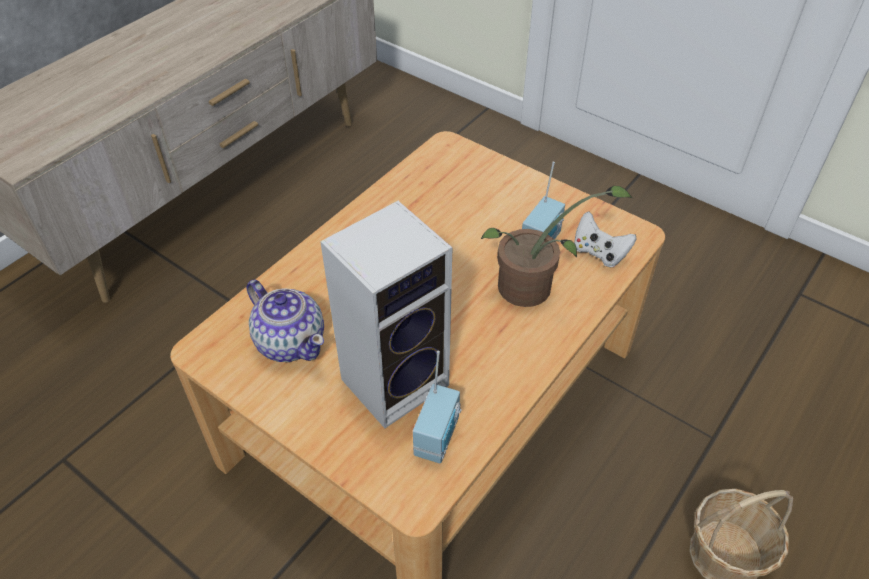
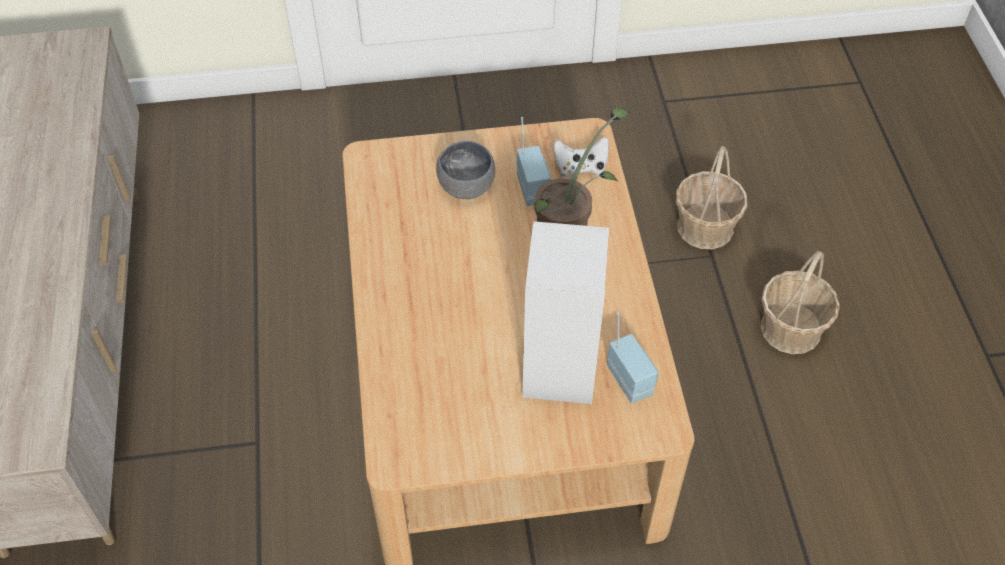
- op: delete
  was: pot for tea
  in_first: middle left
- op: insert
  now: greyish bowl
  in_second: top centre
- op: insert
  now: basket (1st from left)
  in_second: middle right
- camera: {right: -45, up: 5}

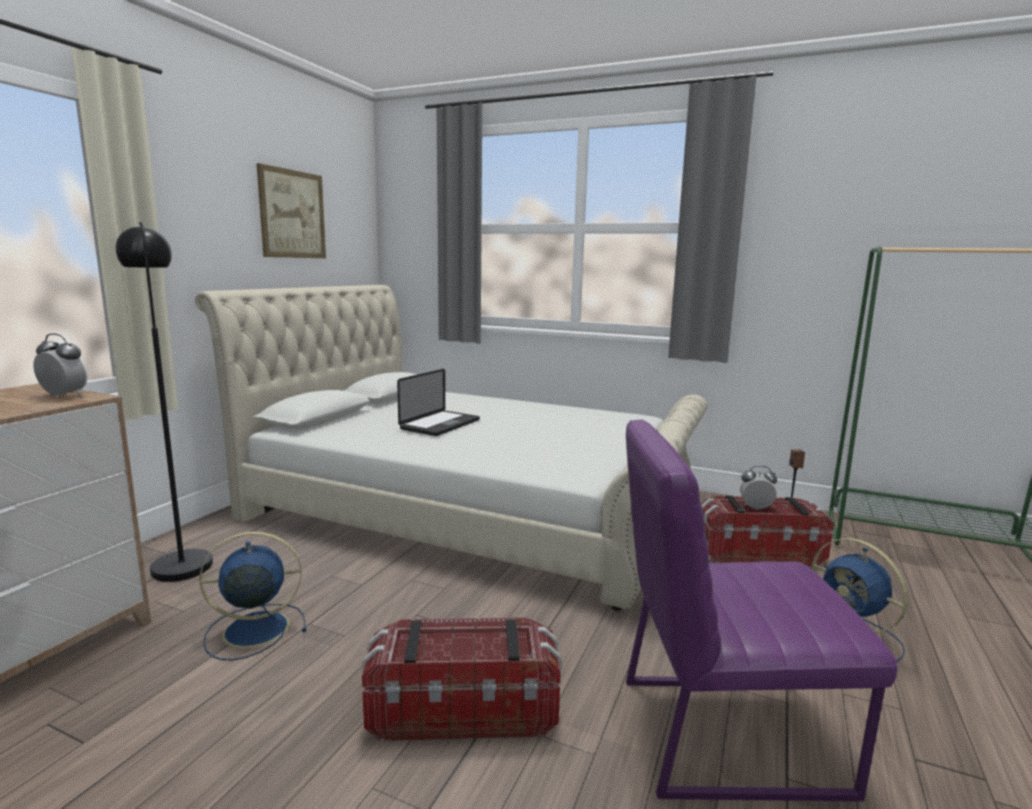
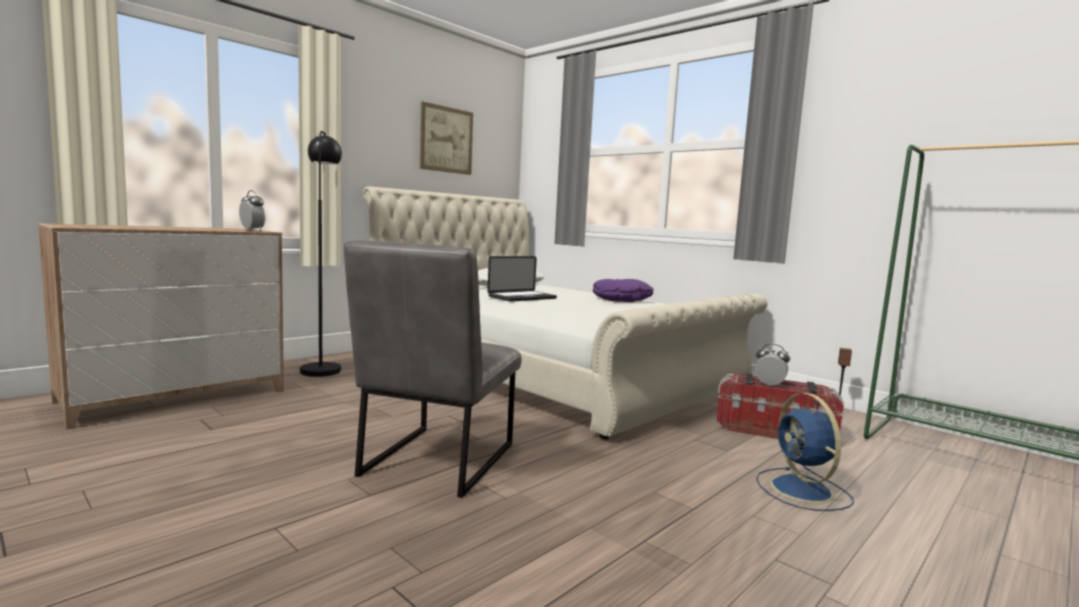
- op: delete
  was: purplish upright chair
  in_first: bottom right
- op: delete
  was: blue-coloured cooling fan (1st from left)
  in_first: bottom left
- op: replace
  was: storage bin (1st from left)
  now: greyish upright chair
  in_first: bottom centre
  in_second: centre
- op: insert
  now: purplish pillow
  in_second: centre
- camera: {right: 20, up: -5}

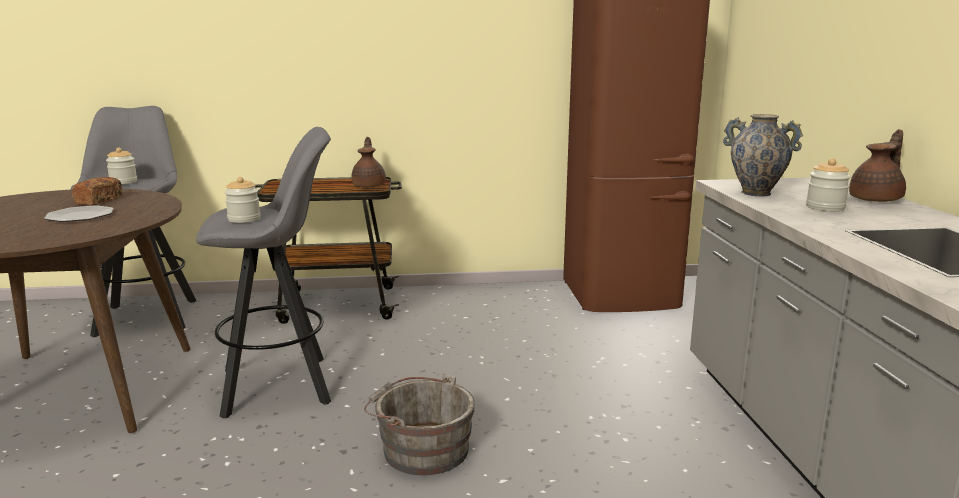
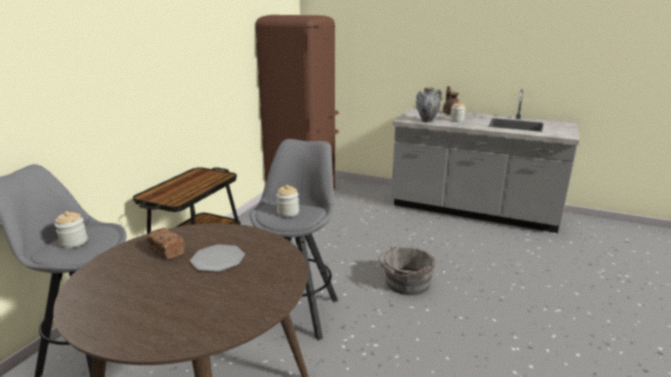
- op: delete
  was: brownish pot for tea (1st from left)
  in_first: top centre
- camera: {right: -60, up: 5}

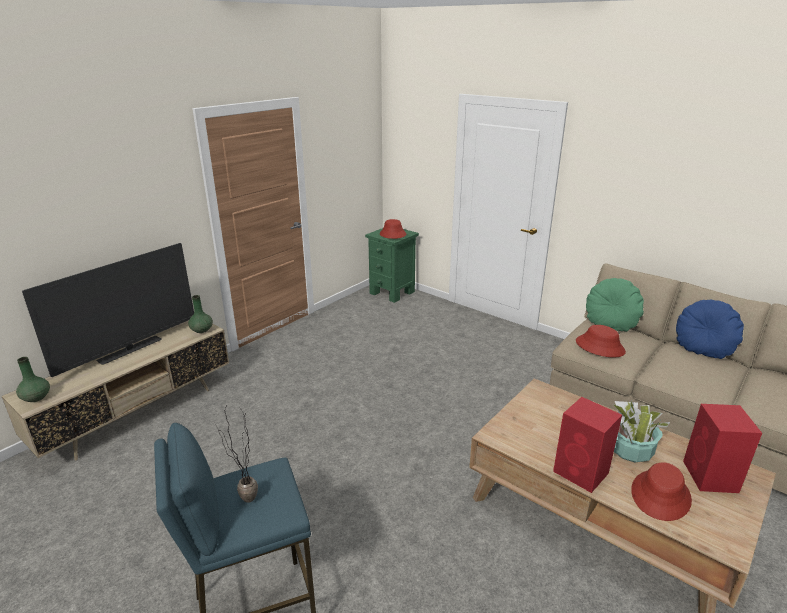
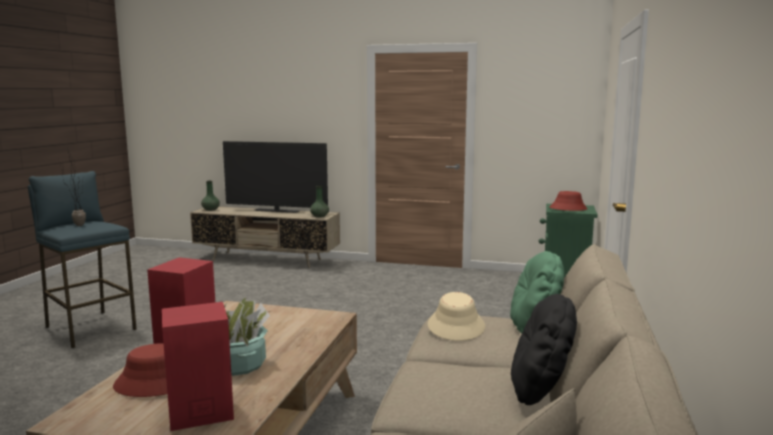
- op: recolor
  was: blue-coloured pillow
  now: blackish pillow
  in_first: middle right
  in_second: bottom right
- op: recolor
  was: red-coloured clothing hat (2nd from left)
  now: beige clothing hat
  in_first: middle right
  in_second: bottom centre
- camera: {right: 65, up: -15}

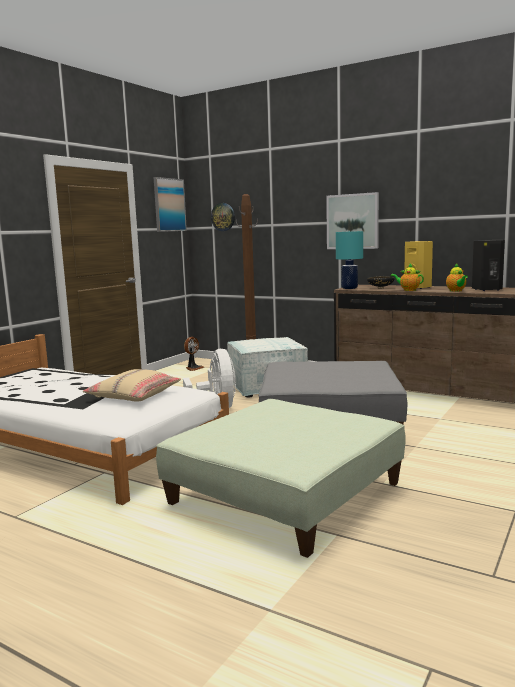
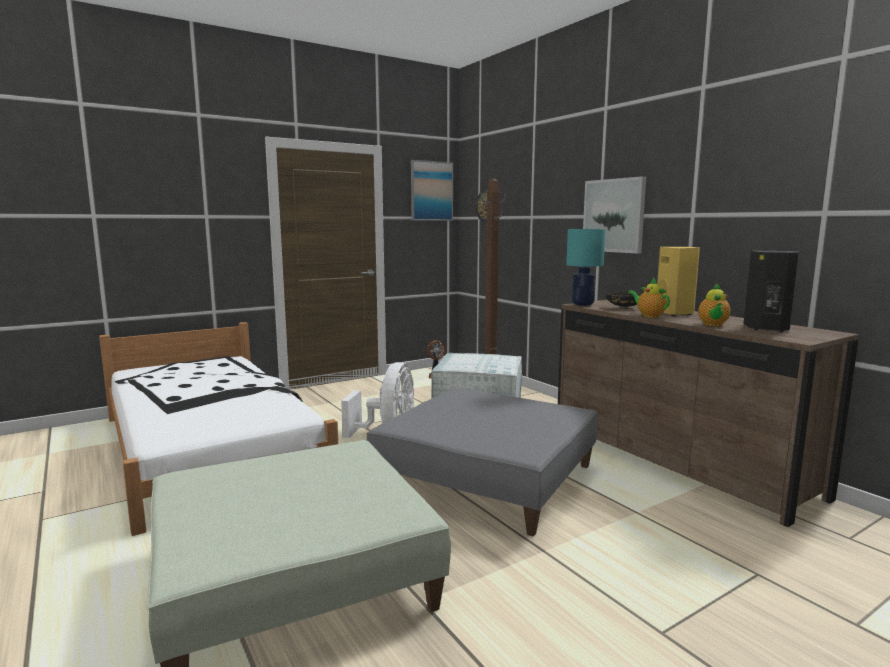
- op: delete
  was: beige pillow
  in_first: middle left
- camera: {right: 25, up: 0}

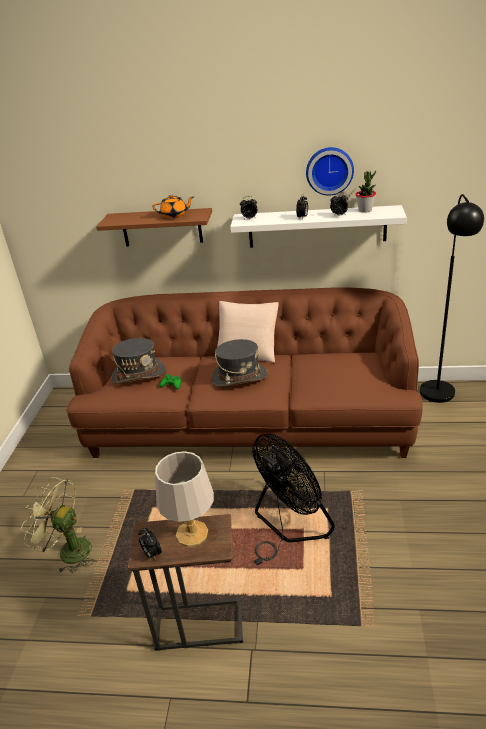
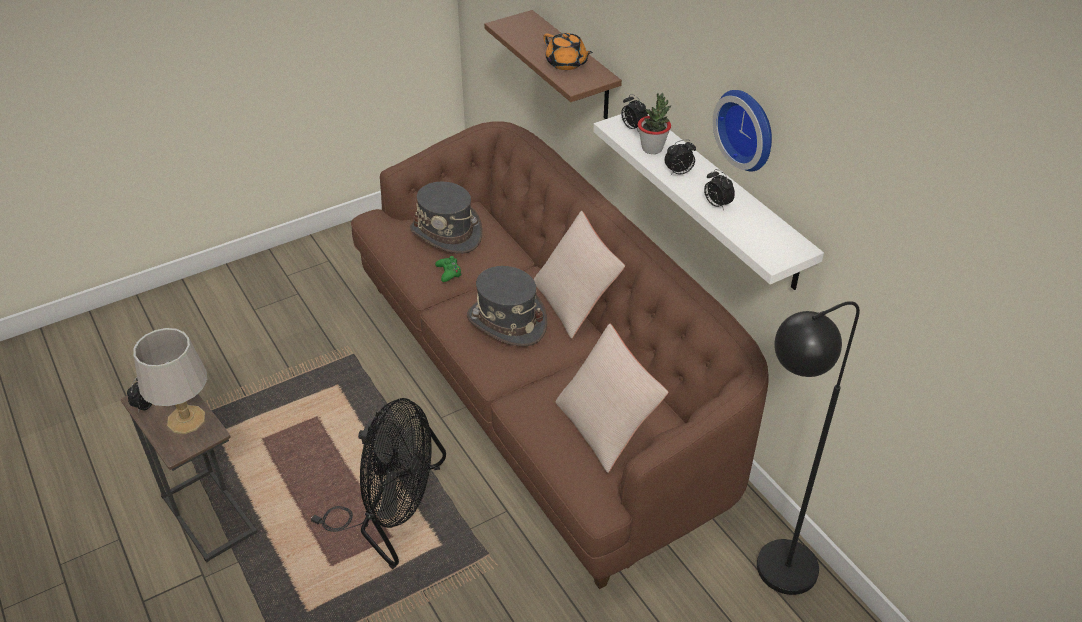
- op: move
  was: houseplant
  in_first: top right
  in_second: top centre
- op: delete
  was: green-coloured cooling fan
  in_first: bottom left
- op: insert
  now: beige pillow (2nd from left)
  in_second: centre
- camera: {right: 50, up: 10}

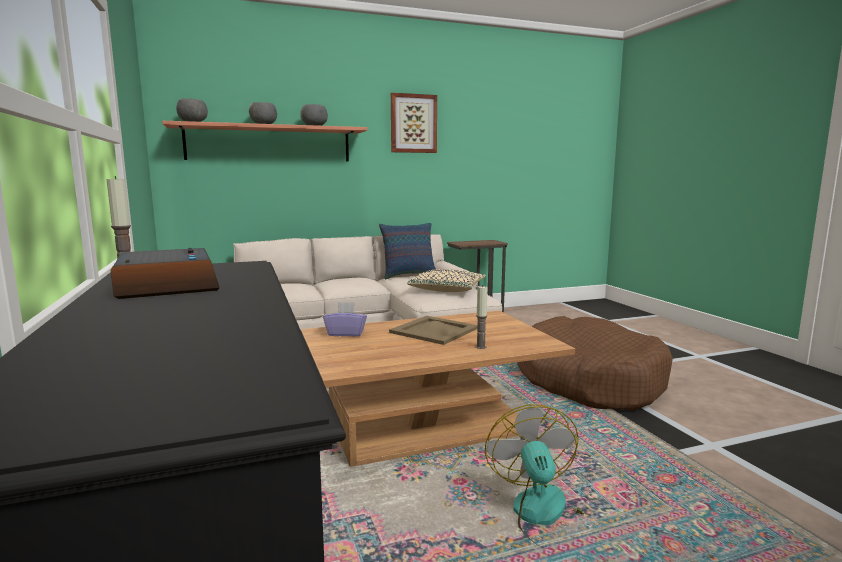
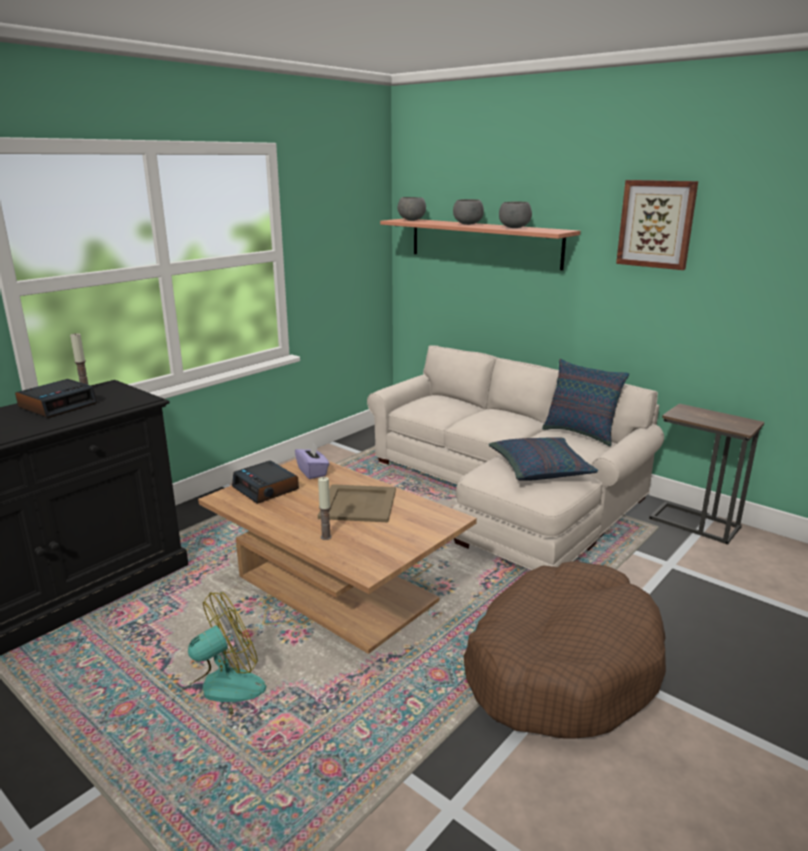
- op: recolor
  was: beige pillow
  now: blue-coloured pillow (1st from left)
  in_first: centre
  in_second: middle right
- op: insert
  now: alarm clock (2nd from left)
  in_second: middle left
- camera: {right: 60, up: 10}

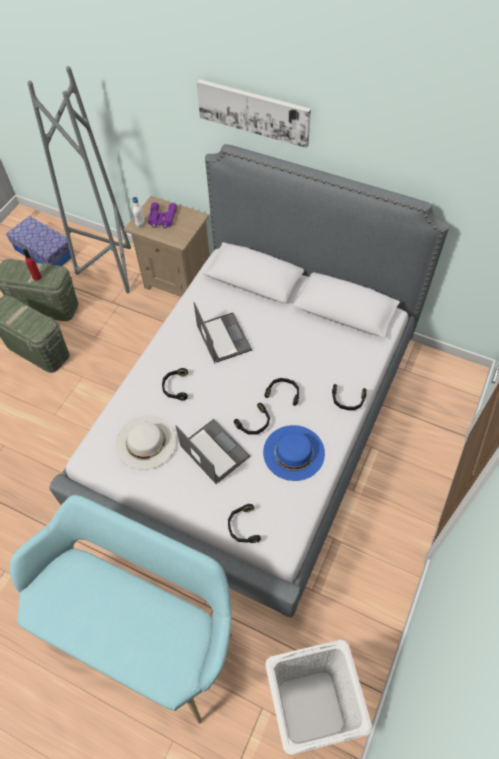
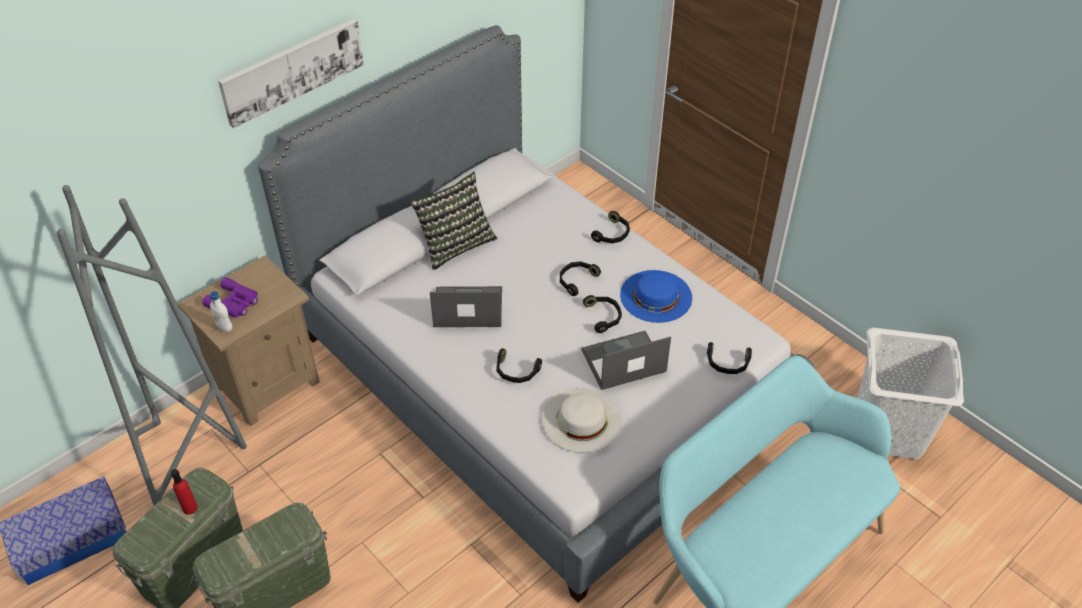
- op: insert
  now: pillow
  in_second: centre
- camera: {right: -70, up: -10}

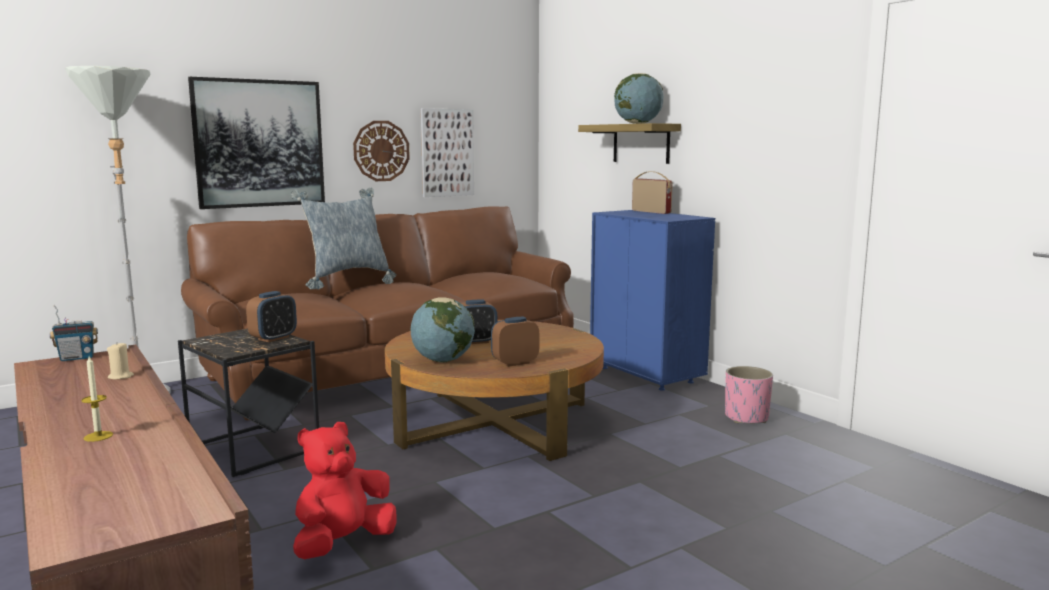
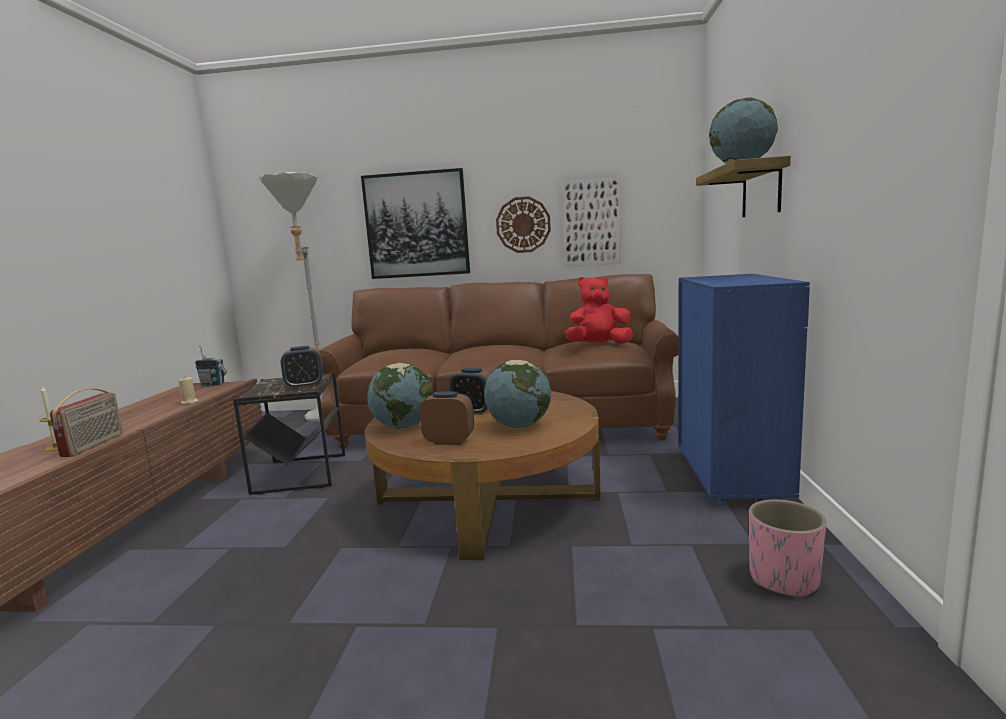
- op: move
  was: radio (2nd from left in the first image)
  now: radio (1st from left)
  in_first: top centre
  in_second: middle left
- op: delete
  was: pillow
  in_first: middle left
- op: move
  was: red-coloured plush toy
  in_first: bottom left
  in_second: centre
- op: insert
  now: desk globe (2nd from left)
  in_second: centre
- camera: {right: 40, up: 0}

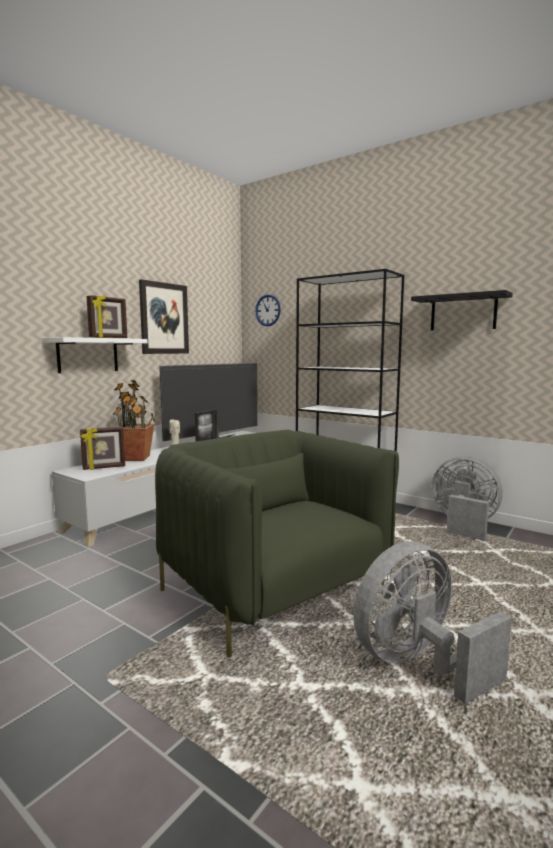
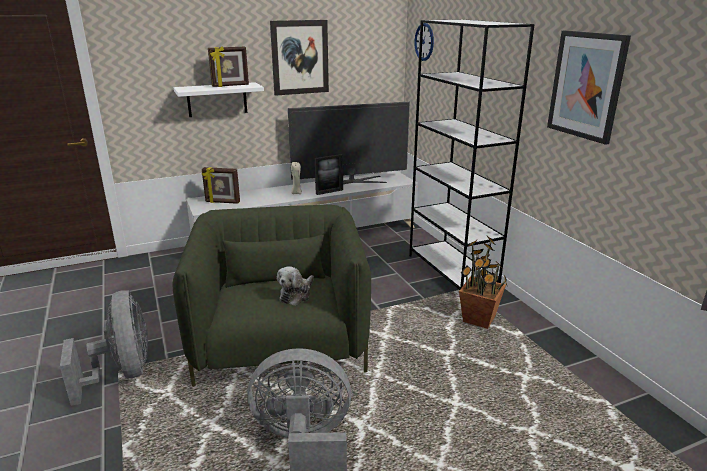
- op: replace
  was: blackish wall shelf
  now: wall art (2nd from left)
  in_first: middle right
  in_second: top right
- op: move
  was: houseplant
  in_first: middle left
  in_second: middle right
- op: move
  was: greyish cooling fan (2nd from left in the first image)
  now: greyish cooling fan (1st from left)
  in_first: middle right
  in_second: bottom left
- op: insert
  now: plush toy
  in_second: centre
- camera: {right: 30, up: 15}

